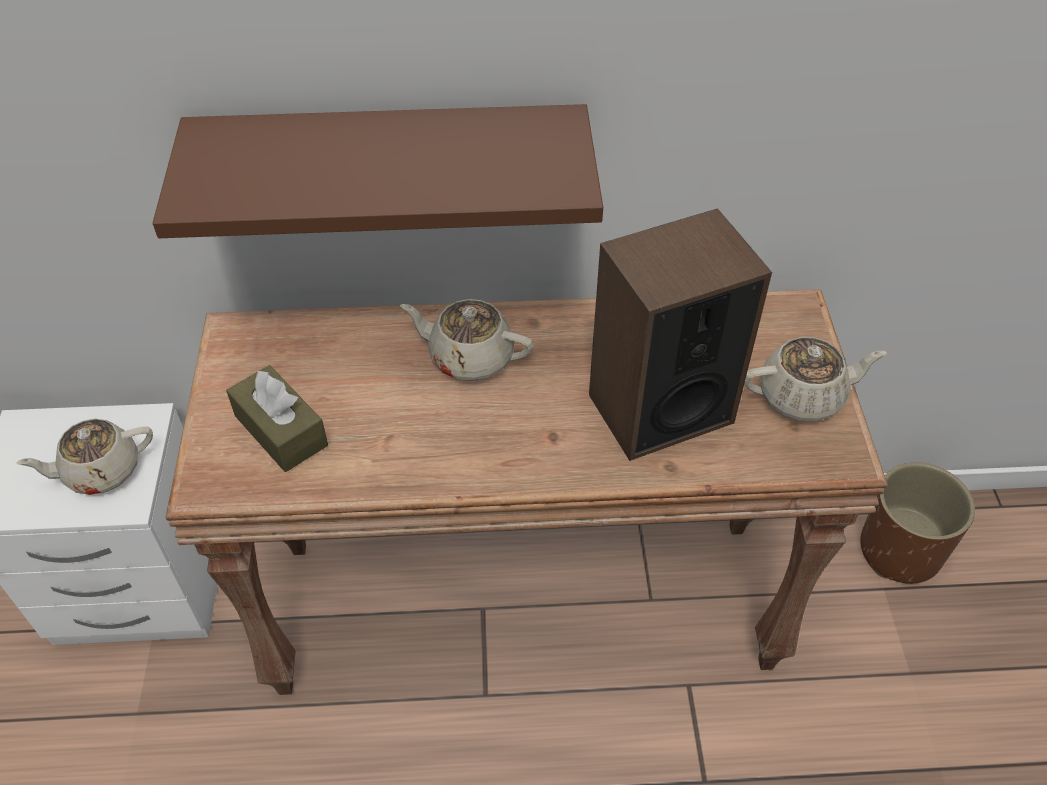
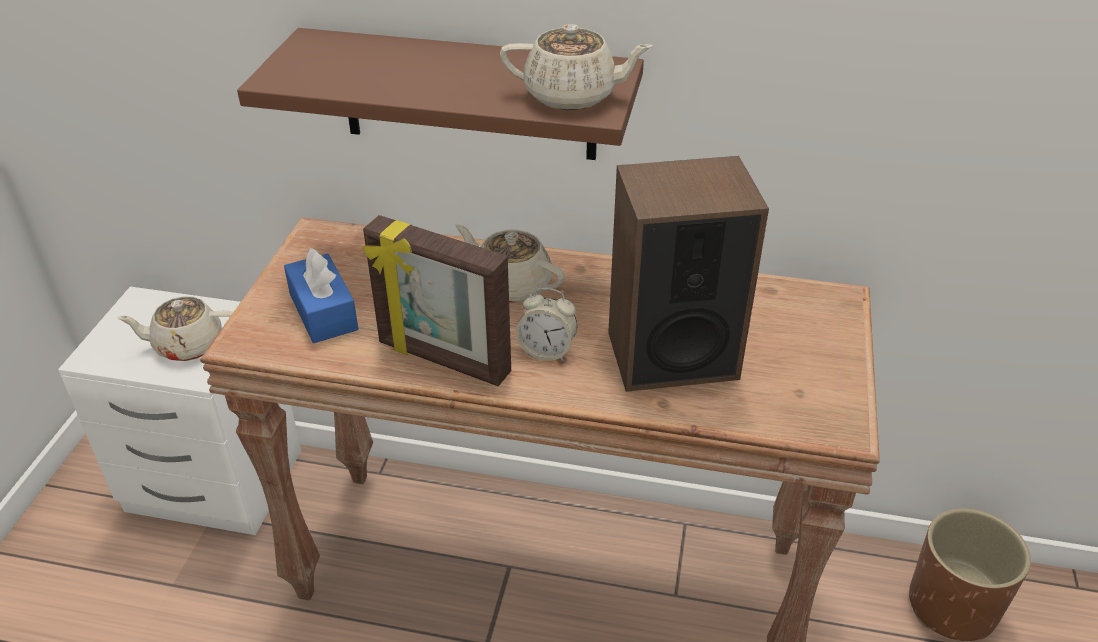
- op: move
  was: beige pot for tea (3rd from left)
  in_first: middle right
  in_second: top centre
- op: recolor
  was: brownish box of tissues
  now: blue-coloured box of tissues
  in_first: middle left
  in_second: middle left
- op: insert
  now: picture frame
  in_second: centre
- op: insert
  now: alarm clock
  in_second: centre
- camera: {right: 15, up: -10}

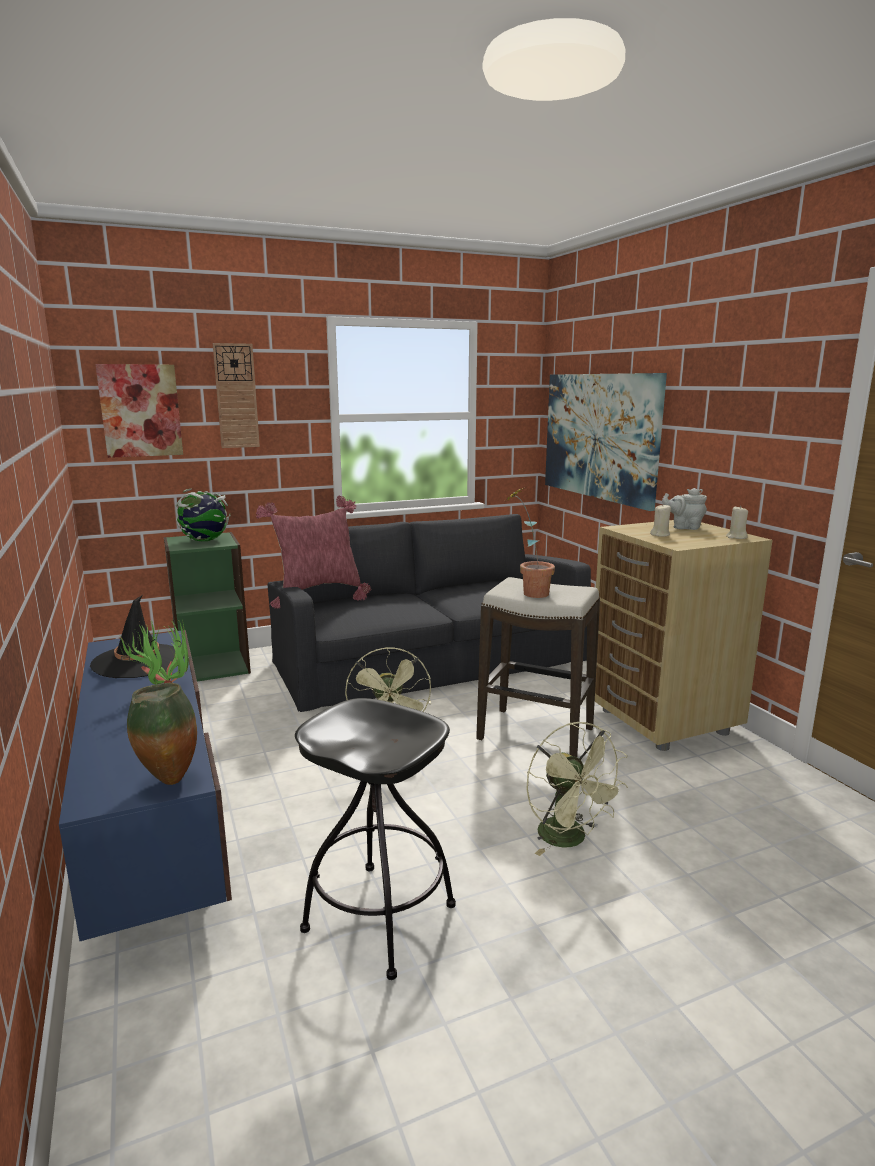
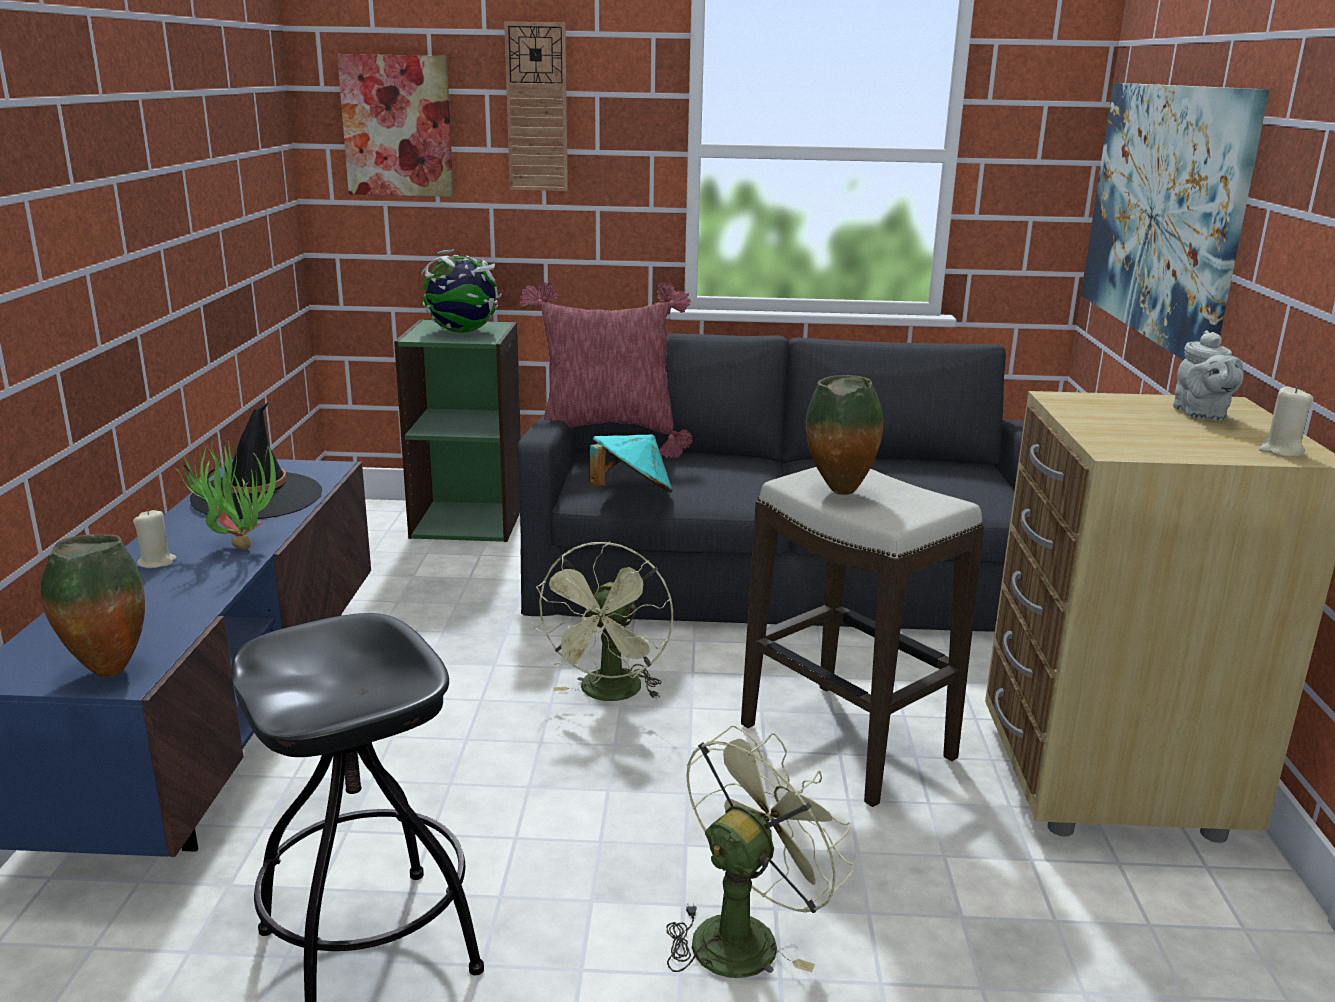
- op: replace
  was: houseplant (2nd from left)
  now: decorative vase (2nd from left)
  in_first: centre
  in_second: centre
- op: rotate
  was: greyish pot for tea
  in_first: middle right
  in_second: middle right
  clockwise: -135
- op: move
  was: beige candle (1st from left)
  in_first: middle right
  in_second: middle left
- op: rotate
  was: green-coloured cooling fan (2nd from left)
  in_first: bottom centre
  in_second: bottom centre
  clockwise: -135
- op: insert
  now: blue-green clothing hat
  in_second: centre
- camera: {right: 25, up: 5}

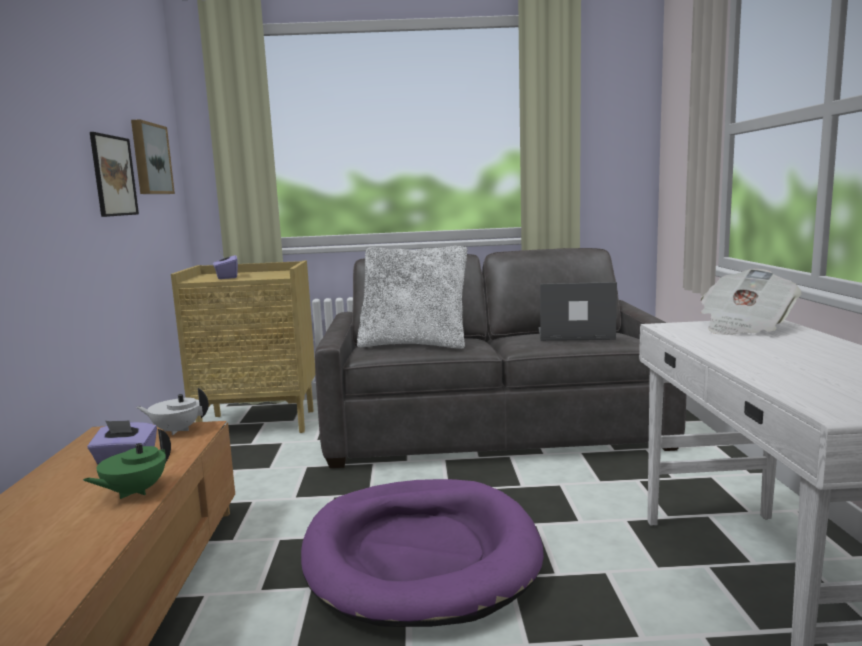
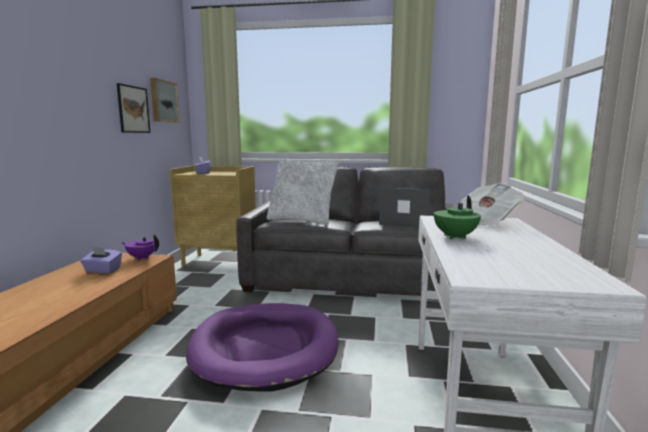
- op: recolor
  was: whitish pot for tea
  now: purplish pot for tea
  in_first: middle left
  in_second: middle left
- op: move
  was: green-coloured pot for tea
  in_first: bottom left
  in_second: middle right
- camera: {right: 10, up: 0}

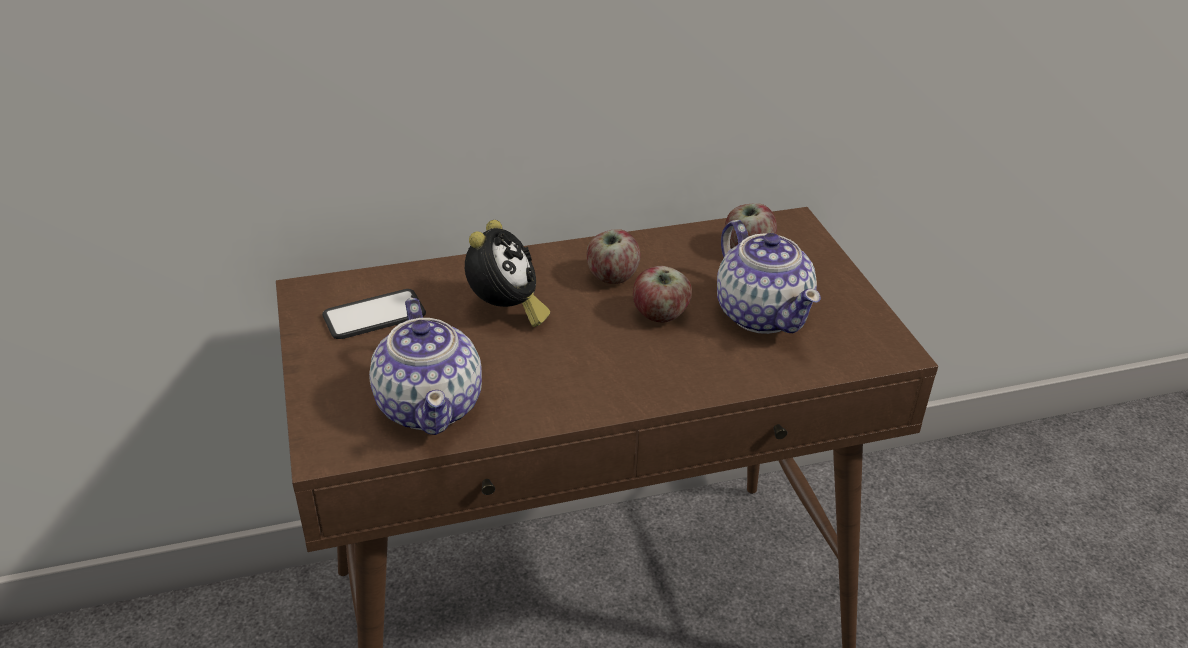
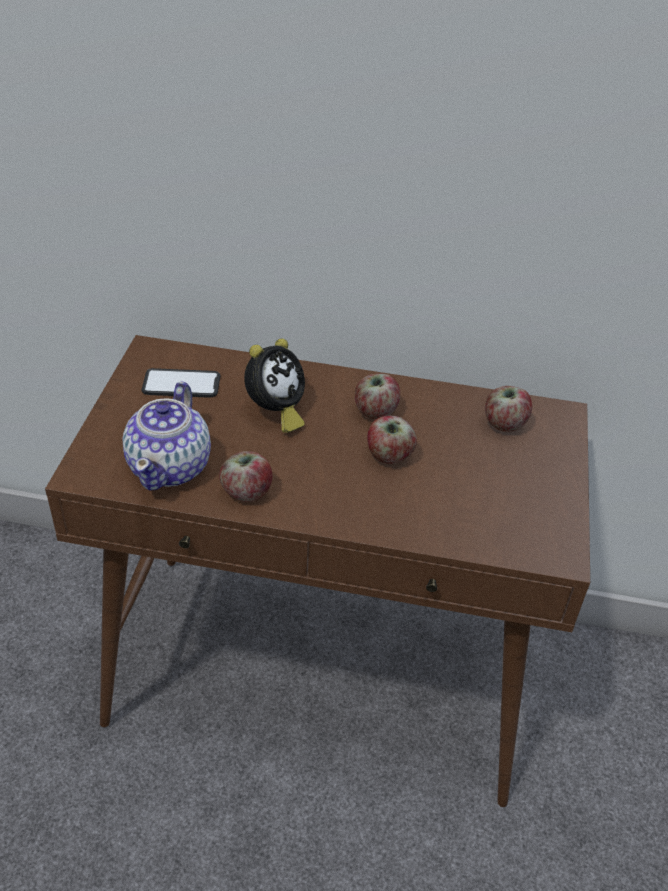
- op: delete
  was: pot for tea (2nd from left)
  in_first: centre
- op: insert
  now: apple fruit (1st from left)
  in_second: centre
- camera: {right: 25, up: 5}

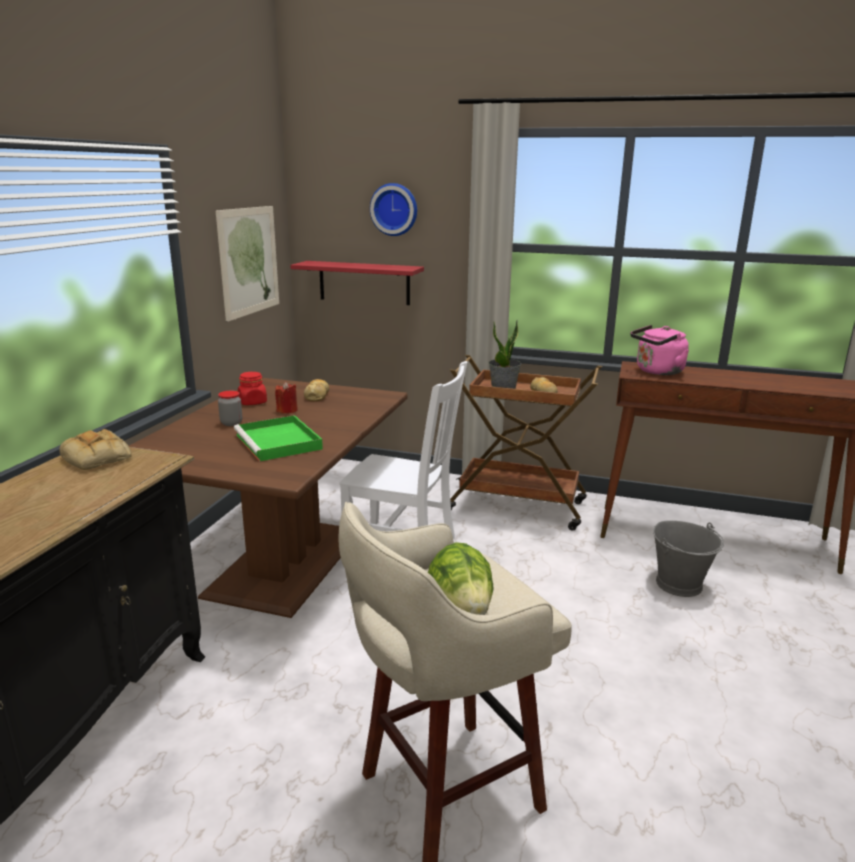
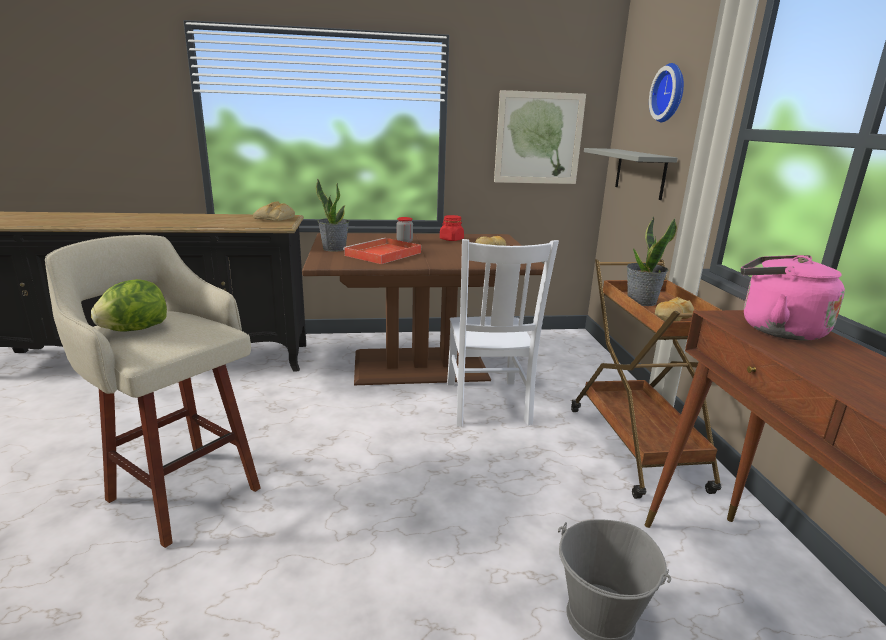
- op: recolor
  was: red-coloured wall shelf
  now: greyish wall shelf
  in_first: top centre
  in_second: top right
- op: delete
  was: red-coloured candle
  in_first: centre
- op: recolor
  was: green-coloured tray
  now: red-coloured tray
  in_first: middle left
  in_second: centre
- op: insert
  now: houseplant (1st from left)
  in_second: centre
- camera: {right: 65, up: 0}

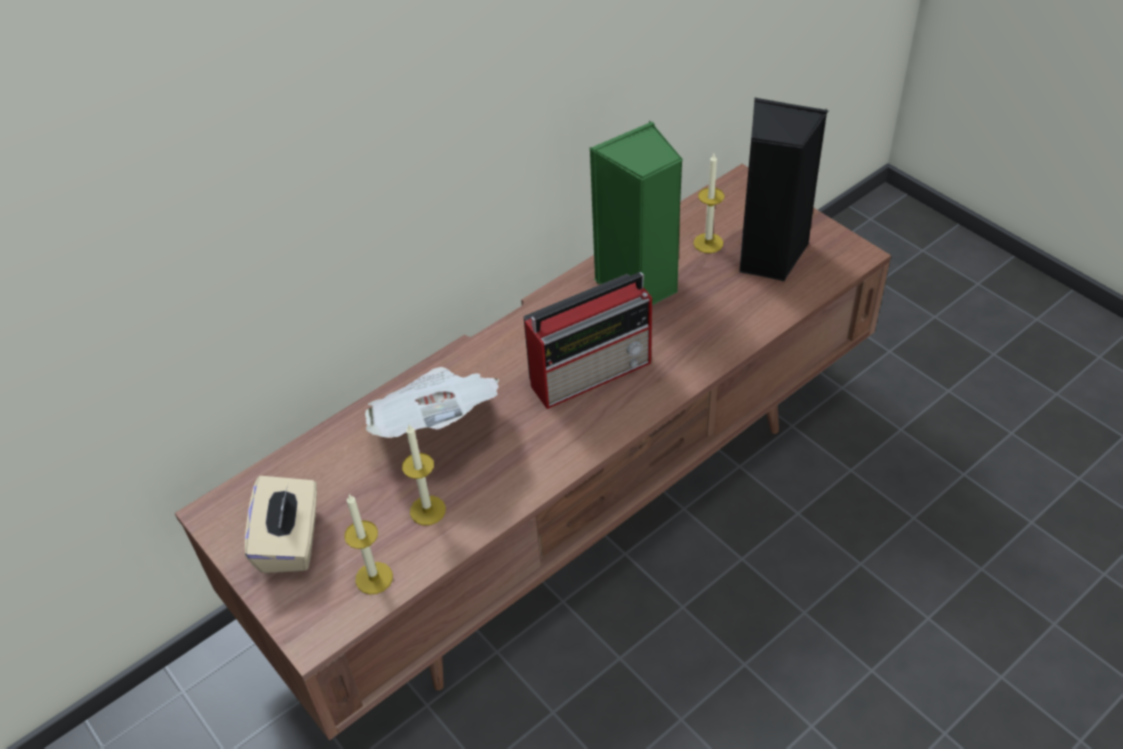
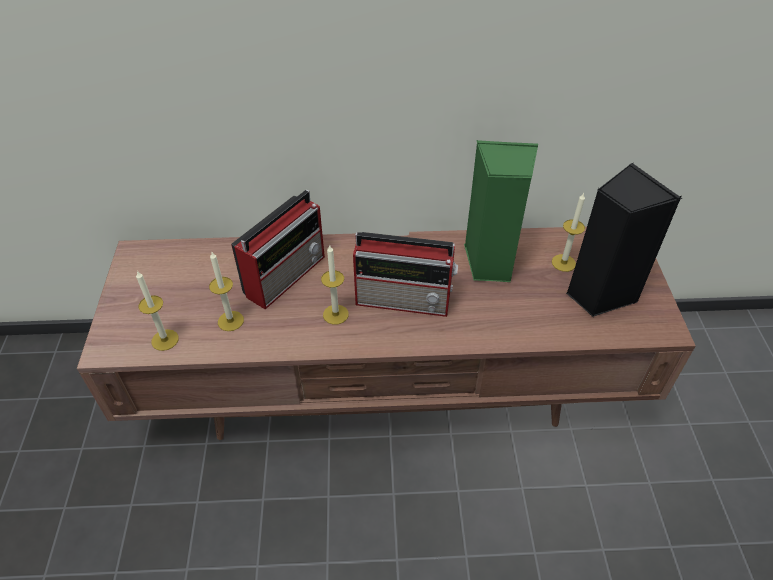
- op: replace
  was: newspaper
  now: radio (1st from left)
  in_first: centre
  in_second: centre
- op: delete
  was: beige box of tissues
  in_first: bottom left
- op: insert
  now: candle (3rd from left)
  in_second: centre
- camera: {right: 35, up: 0}

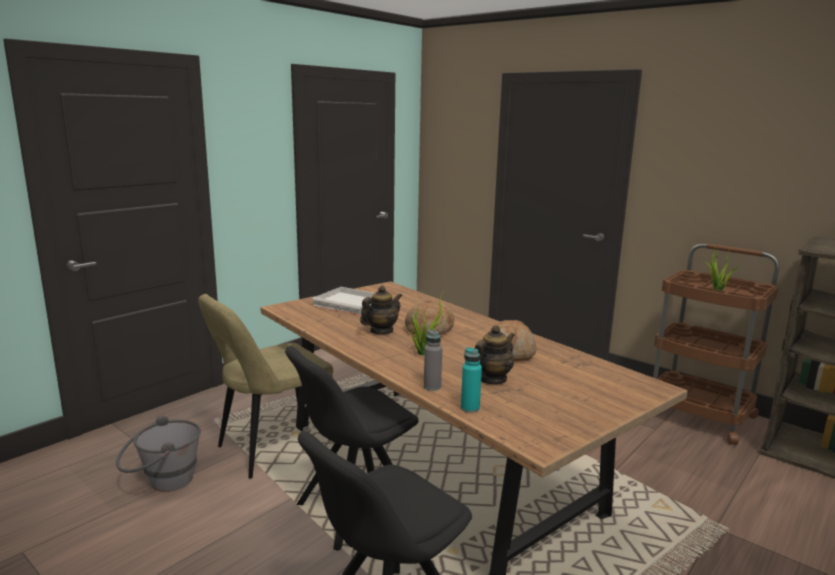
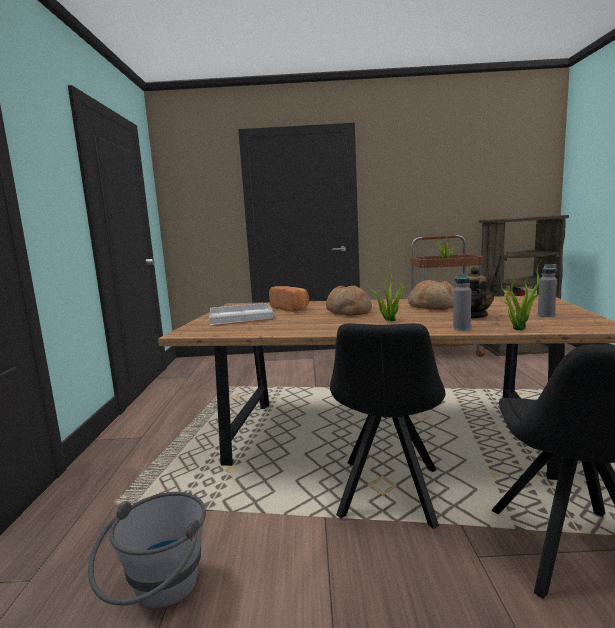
- op: delete
  was: pot for tea (1st from left)
  in_first: centre
- op: delete
  was: beige upright chair
  in_first: bottom left
- op: replace
  was: blue-green drink bottle
  now: houseplant (3rd from left)
  in_first: centre
  in_second: middle right
- op: insert
  now: greyish drink bottle (2nd from left)
  in_second: middle right
- op: insert
  now: baked bread (1st from left)
  in_second: centre
- camera: {right: -40, up: -5}

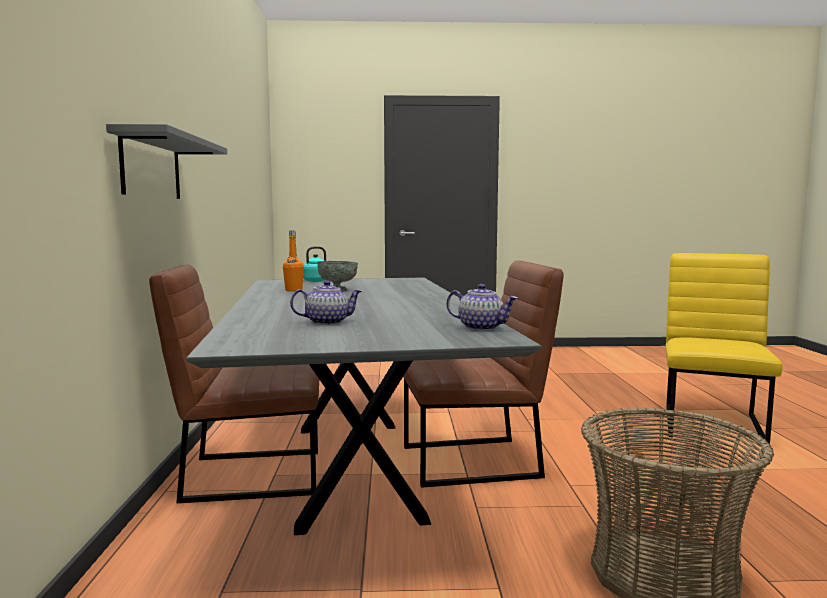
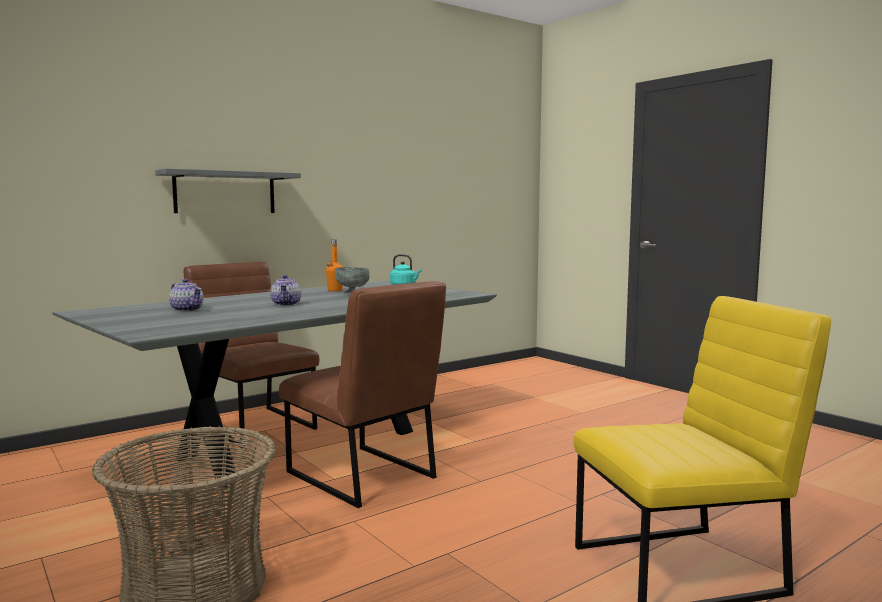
- op: move
  was: pot for tea (2nd from left)
  in_first: centre
  in_second: middle left
- camera: {right: 55, up: 0}

